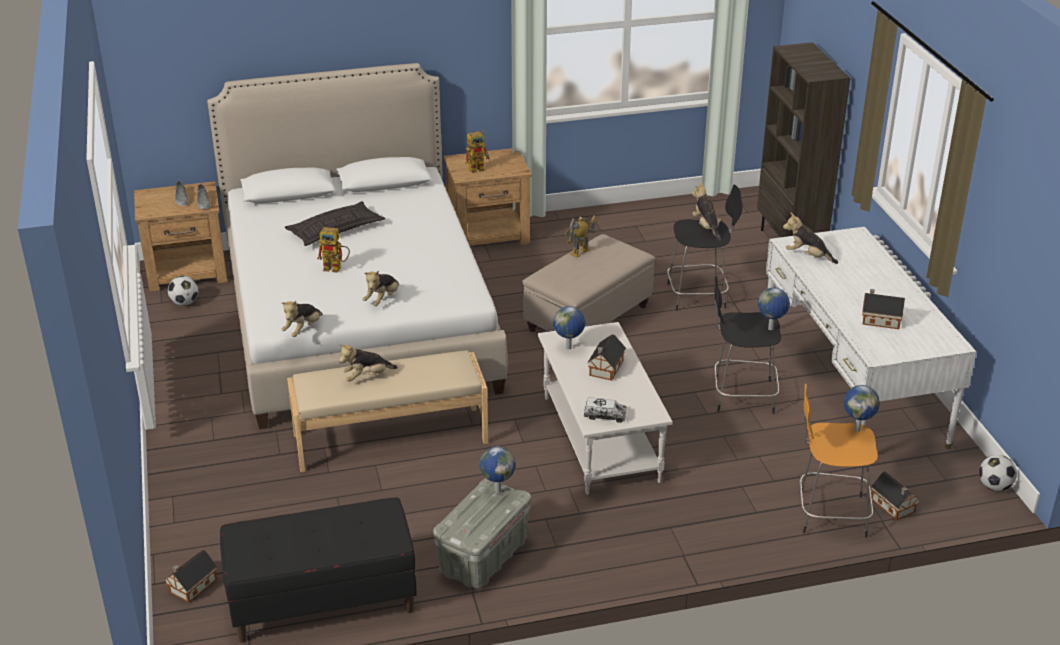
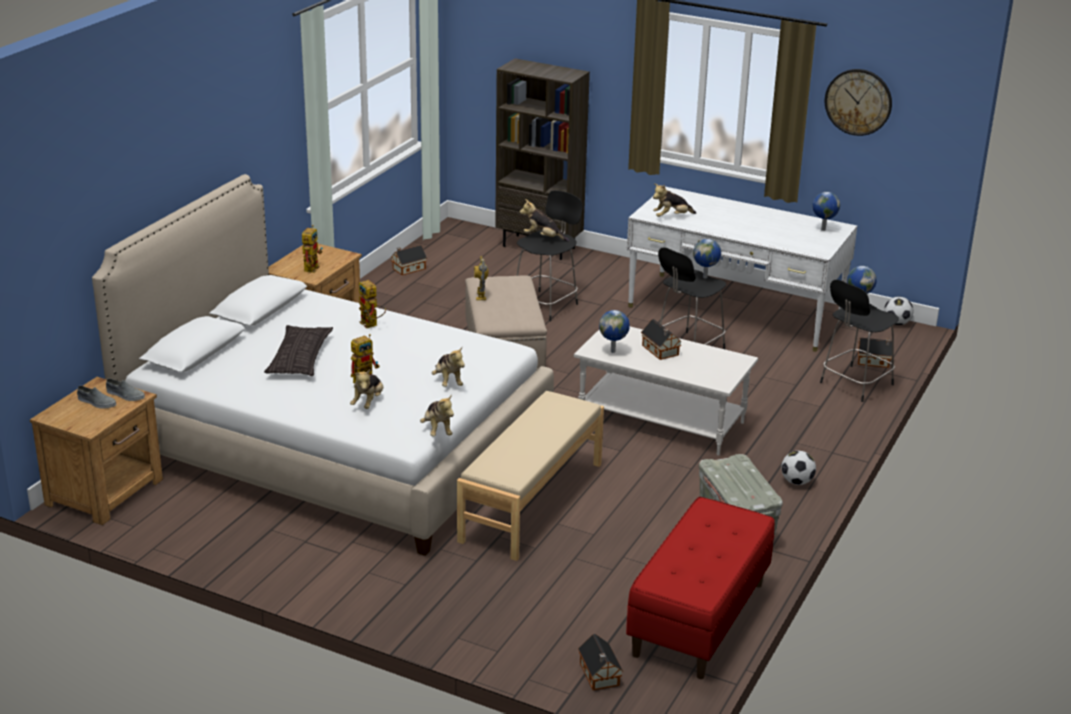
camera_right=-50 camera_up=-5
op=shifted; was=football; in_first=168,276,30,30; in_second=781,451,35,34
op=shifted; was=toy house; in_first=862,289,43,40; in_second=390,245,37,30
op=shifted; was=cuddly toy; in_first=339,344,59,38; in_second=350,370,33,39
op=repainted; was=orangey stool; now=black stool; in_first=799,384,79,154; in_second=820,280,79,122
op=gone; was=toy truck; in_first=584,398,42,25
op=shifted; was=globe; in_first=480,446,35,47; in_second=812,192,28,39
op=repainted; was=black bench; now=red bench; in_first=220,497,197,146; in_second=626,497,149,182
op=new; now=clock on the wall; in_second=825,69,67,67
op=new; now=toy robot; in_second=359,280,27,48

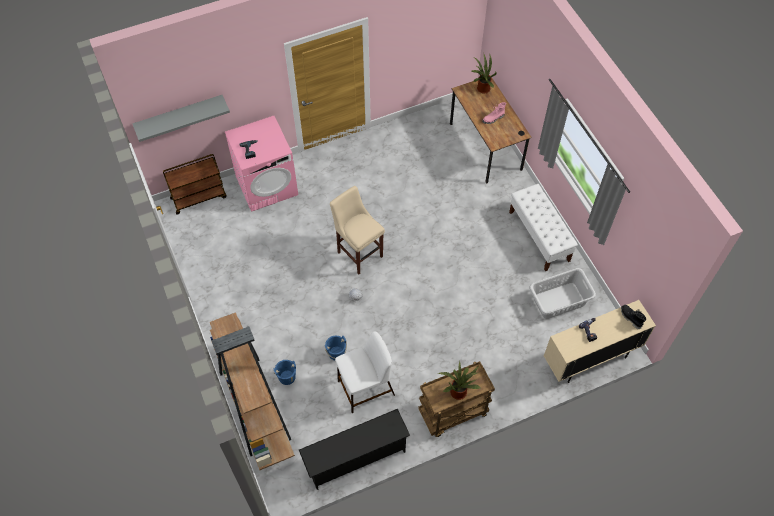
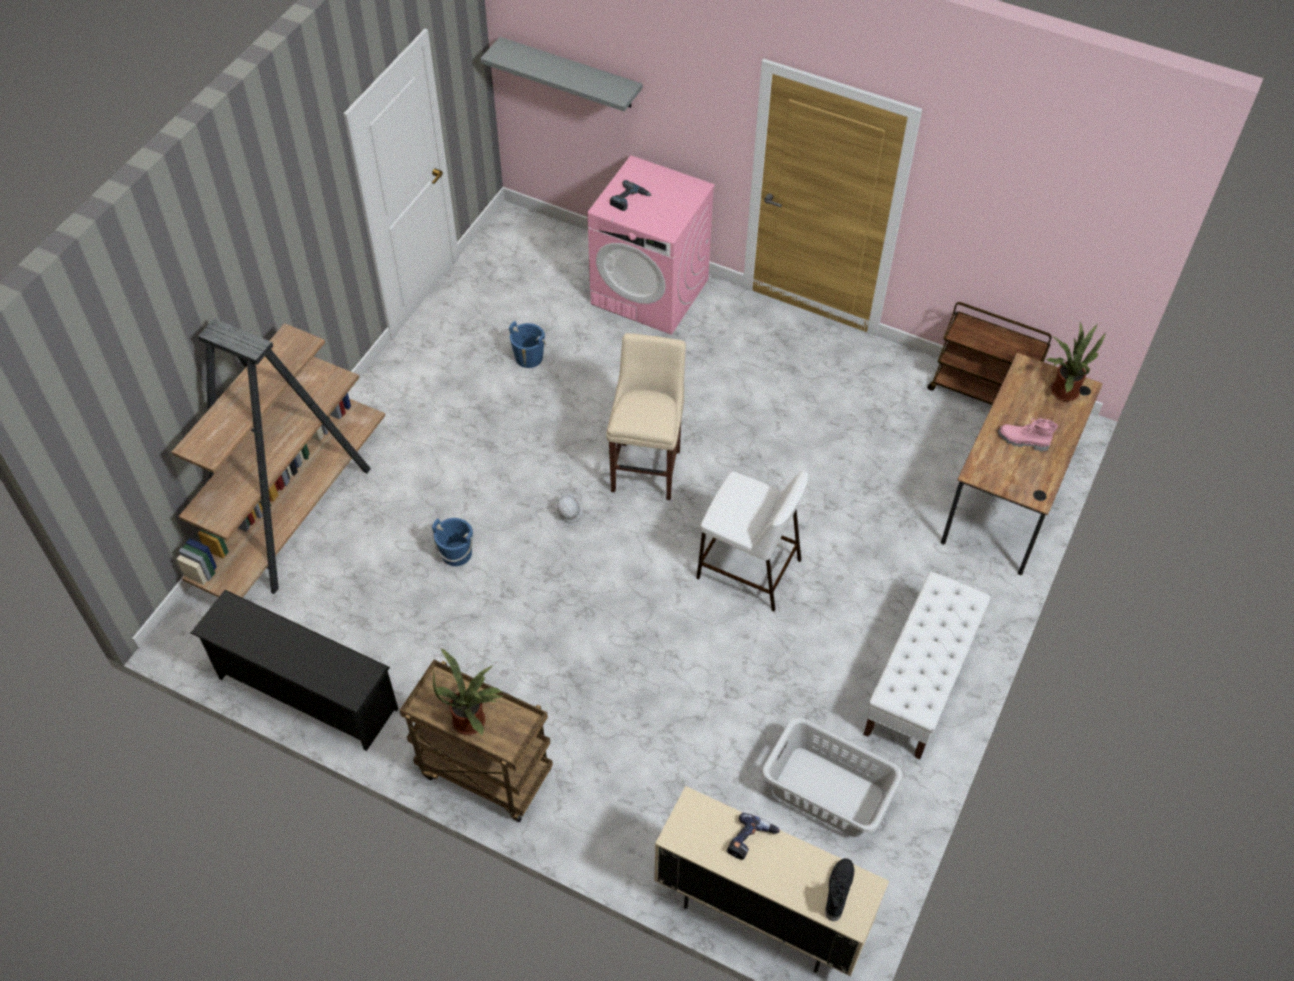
camera_right=50 camera_up=-5
op=shifted; was=brown-coloured cart; in_first=163,154,64,60; in_second=927,302,125,103
op=shifted; was=whitish stool; in_first=335,331,60,82; in_second=696,470,112,141
op=shifted; was=bluish water bucket; in_first=274,360,22,25; in_second=509,321,37,47

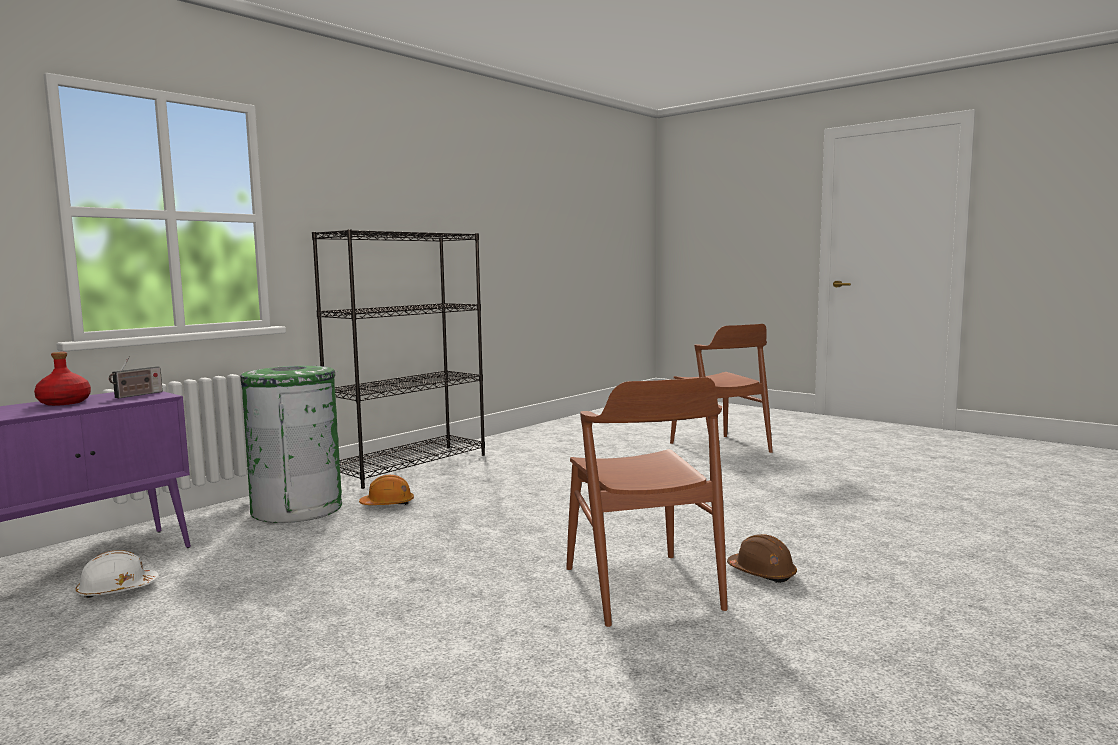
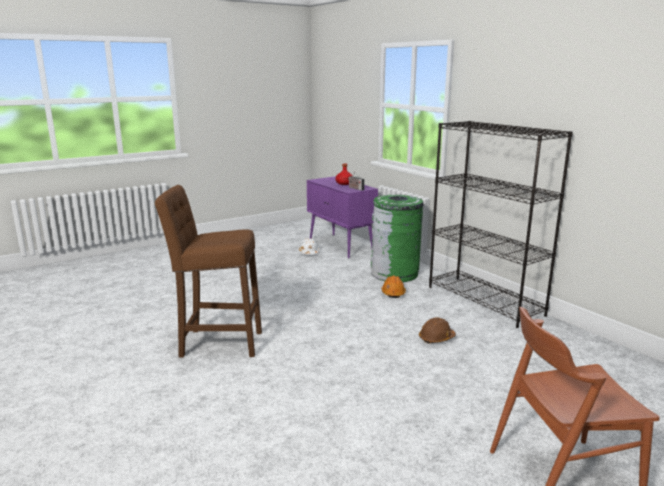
camera_right=105 camera_up=10
op=swapped; was=brown-coloured upright chair; now=brown-coloured stool; in_first=566,377,162,250; in_second=155,185,107,173
op=shifted; was=brown-coloured hard hat; in_first=727,534,70,49; in_second=419,317,37,27

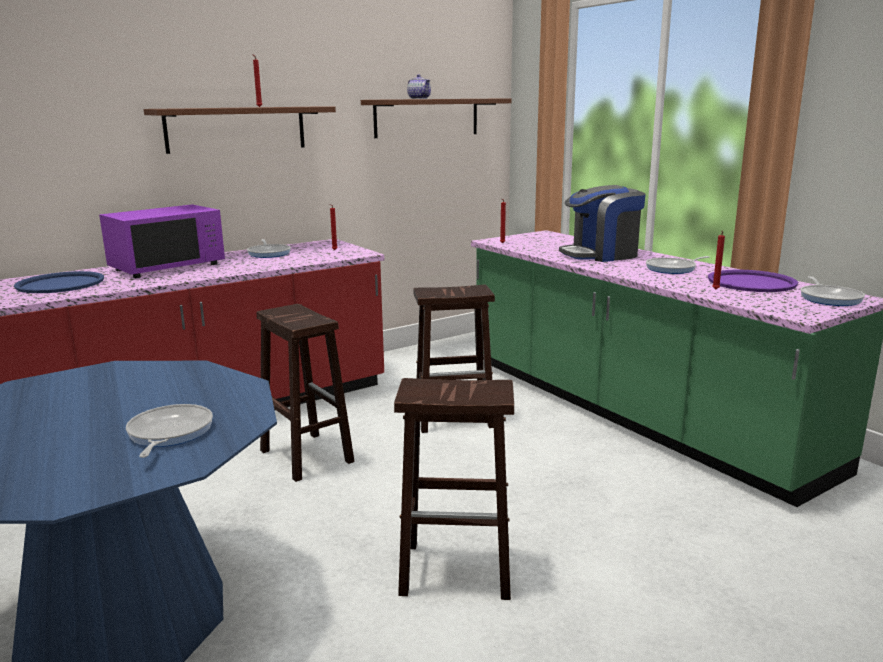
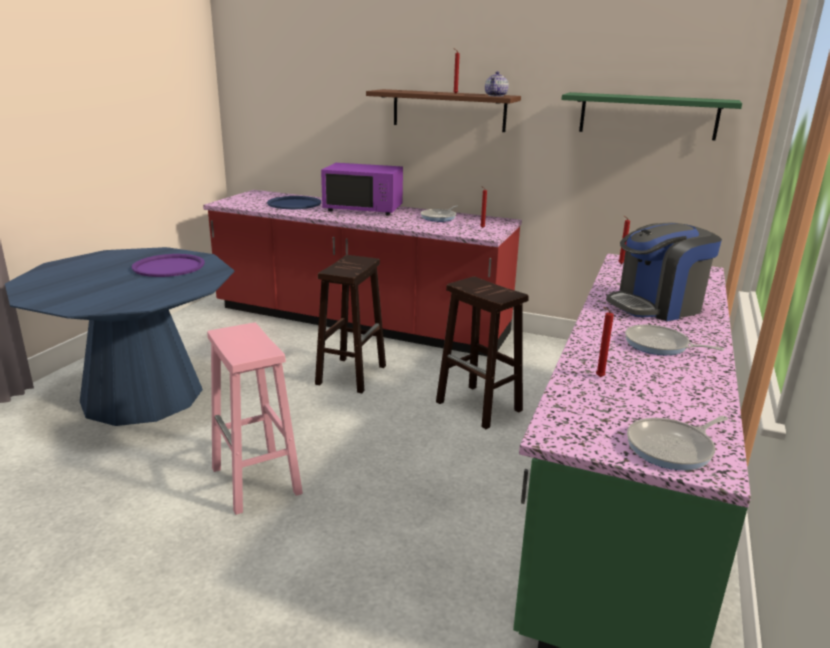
camera_right=55 camera_up=5
op=shifted; was=teapot; in_first=407,74,24,25; in_second=485,71,24,26
op=repainted; was=brown-coloured shelf; now=greenish shelf; in_first=361,98,151,40; in_second=561,92,181,48
op=rotated; was=coffee machine; in_first=559,185,87,77; in_second=606,223,116,98; clockwise=-60
op=shifted; was=purple-coloured carrying tray; in_first=708,270,90,22; in_second=132,254,73,23
op=repainted; was=brown-coloured stool; now=pinkish stool; in_first=394,378,120,222; in_second=207,323,96,192
op=gone; was=pan; in_first=126,404,87,54

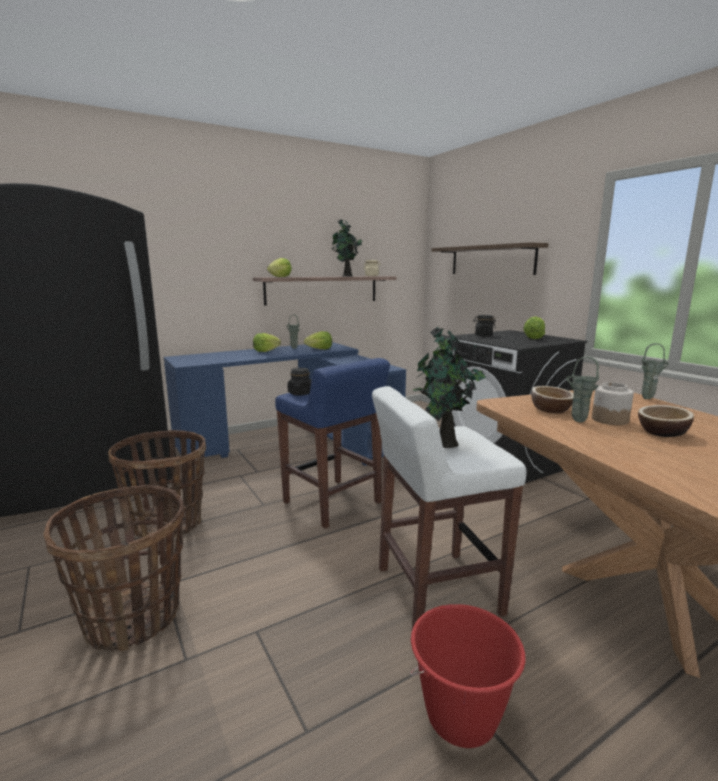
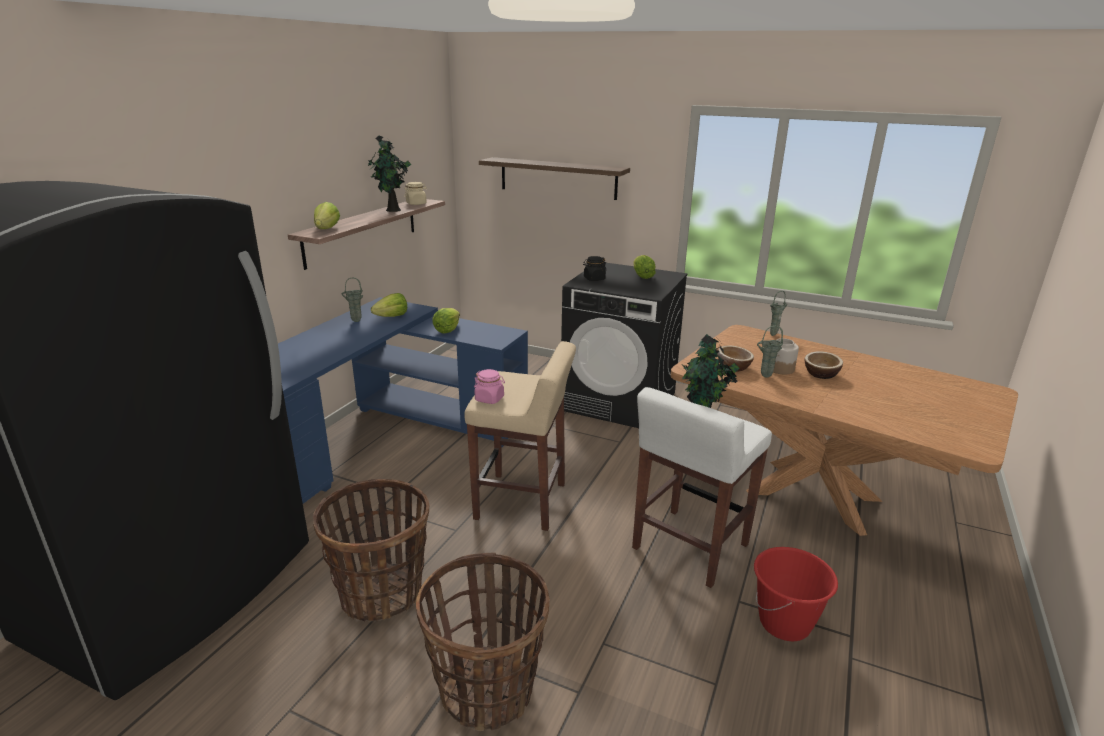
camera_right=-35 camera_up=10
op=shifted; was=lettuce head; in_first=253,333,28,19; in_second=432,308,28,25
op=repainted; was=bluish stool; now=sand-coloured stool; in_first=275,358,115,171; in_second=465,341,111,190
op=repainted; was=black storage jar; now=pinkish storage jar; in_first=288,368,24,27; in_second=474,369,31,35

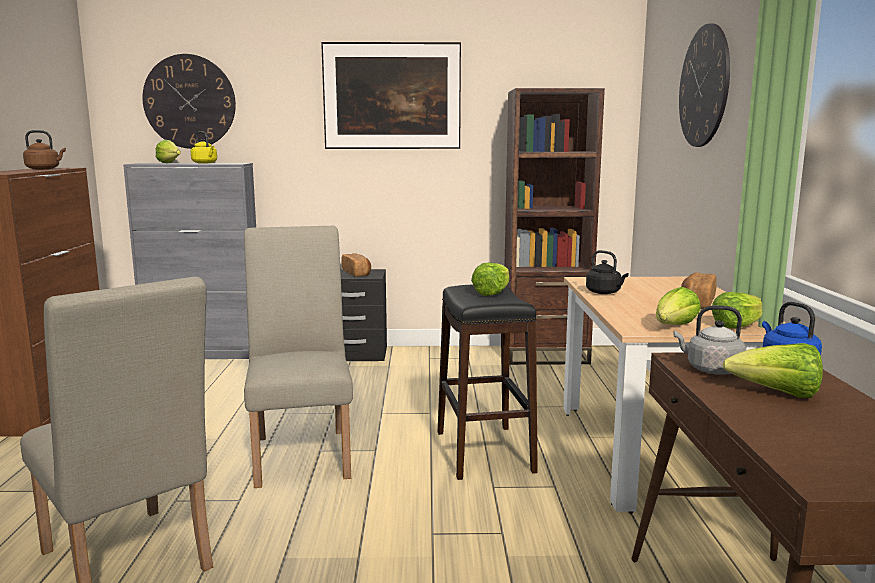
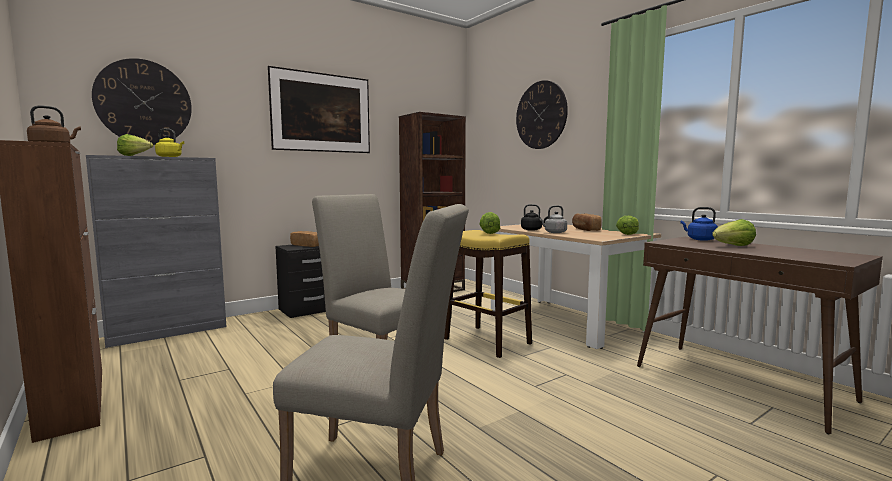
camera_right=-35 camera_up=-5
op=repainted; was=black stool; now=yellow-coloured stool; in_first=438,284,100,196; in_second=444,230,88,128
op=gone; was=lettuce head; in_first=656,287,45,38
op=shifted; was=greyish tea kettle; in_first=673,305,73,70; in_second=540,205,27,28

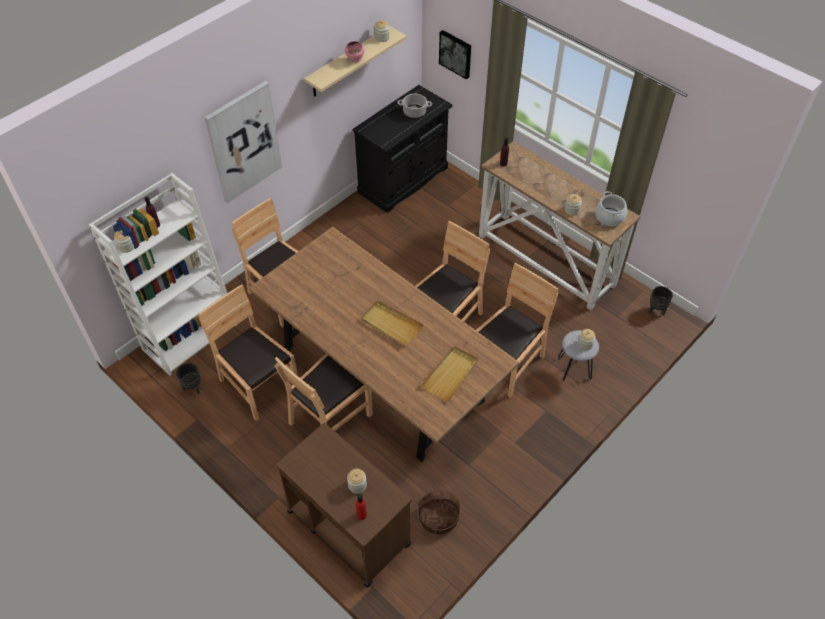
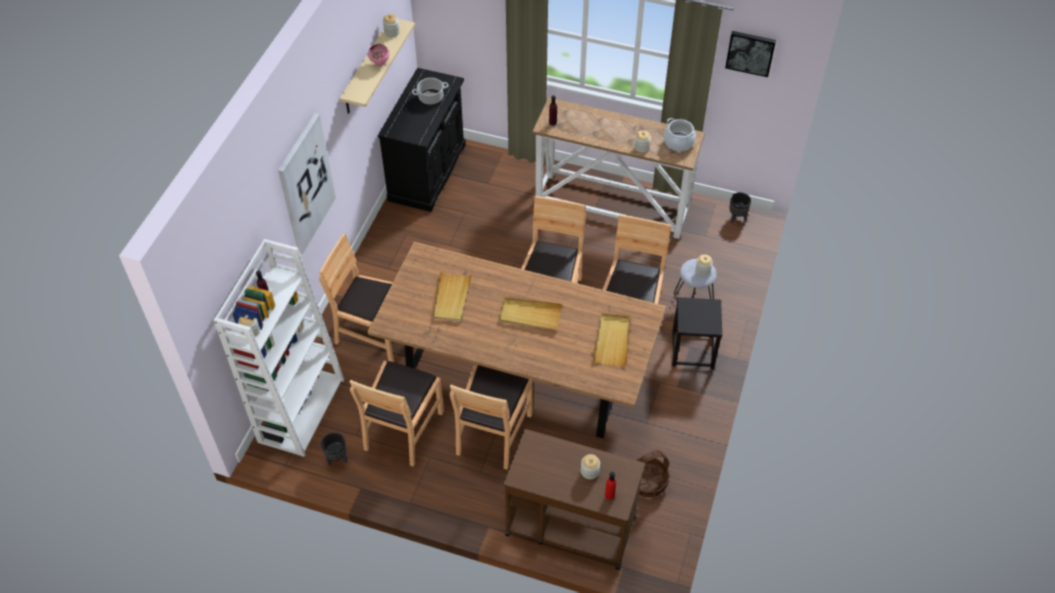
camera_right=-25 camera_up=0
op=shifted; was=picture; in_first=439,30,32,49; in_second=725,31,51,46
op=rotated; was=brown-coloured upright chair; in_first=199,284,99,137; in_second=349,361,95,106; clockwise=-90
op=new; now=sand-coloured carrying tray; in_second=433,271,39,50
op=new; now=black stool; in_second=672,297,50,72

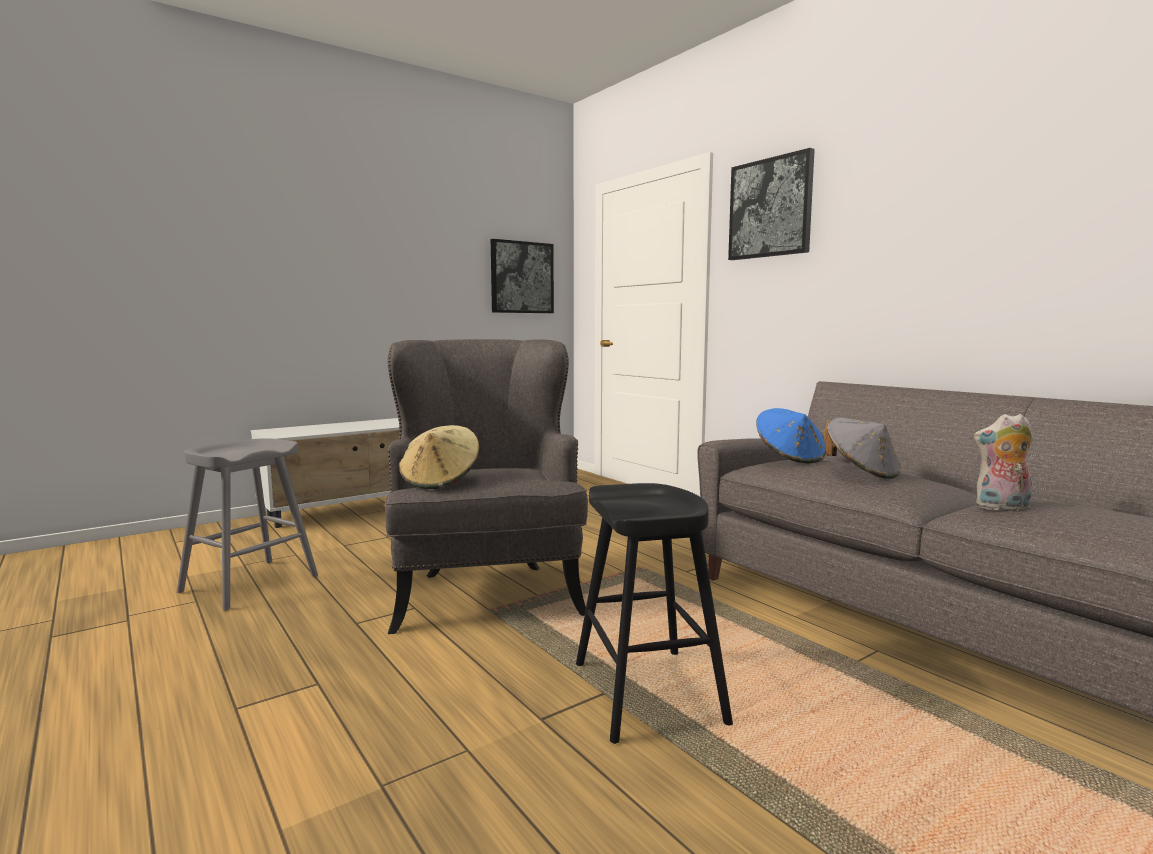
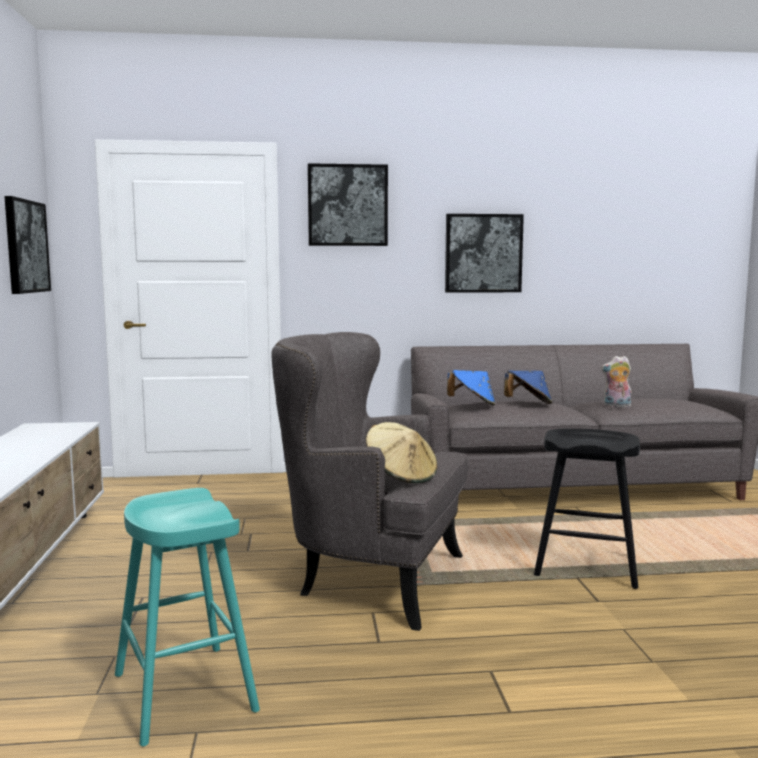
camera_right=-60 camera_up=0
op=rotated; was=cuddly toy; in_first=974,414,59,97; in_second=601,356,31,52; clockwise=60
op=repainted; was=greyish wearable hat; now=bluish wearable hat; in_first=824,418,77,61; in_second=504,370,48,34
op=repainted; was=greyish stool; now=turquoise-coloured stool; in_first=177,438,141,173; in_second=115,488,145,258
op=new; now=picture; in_second=445,214,79,79

